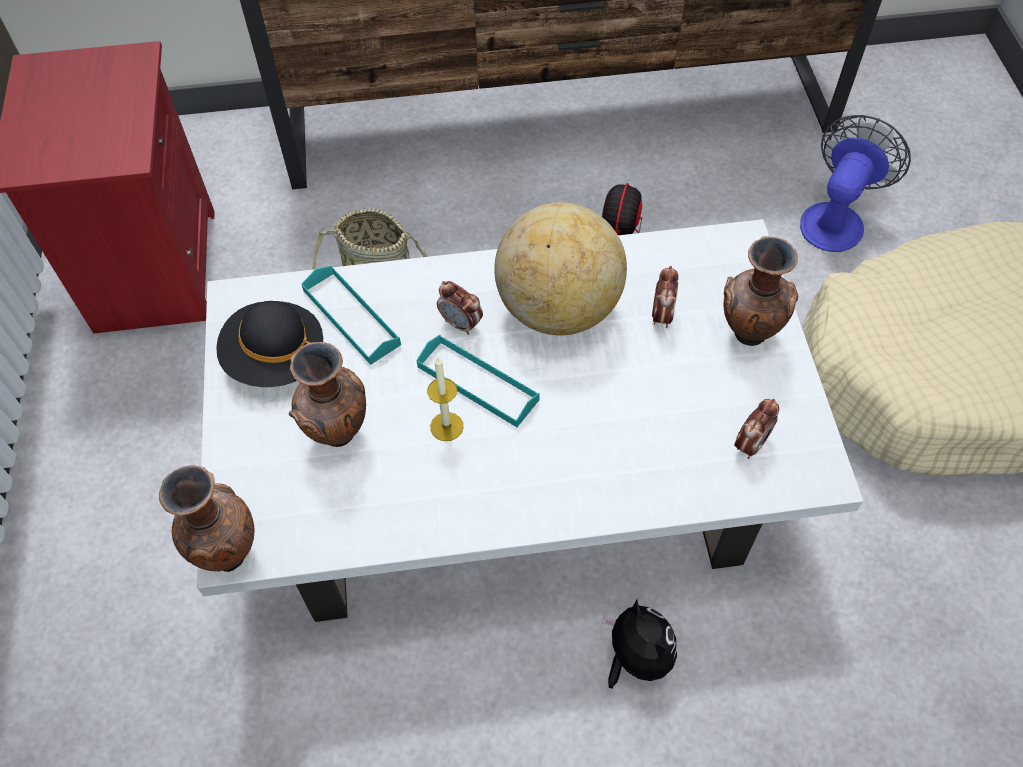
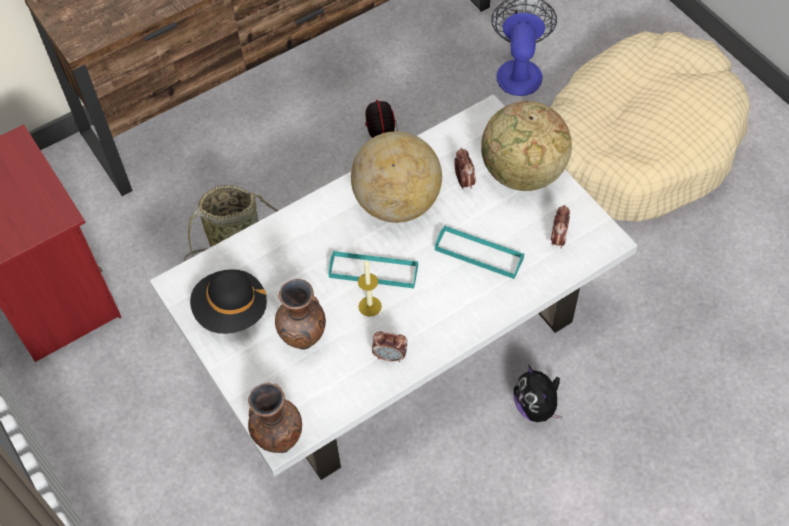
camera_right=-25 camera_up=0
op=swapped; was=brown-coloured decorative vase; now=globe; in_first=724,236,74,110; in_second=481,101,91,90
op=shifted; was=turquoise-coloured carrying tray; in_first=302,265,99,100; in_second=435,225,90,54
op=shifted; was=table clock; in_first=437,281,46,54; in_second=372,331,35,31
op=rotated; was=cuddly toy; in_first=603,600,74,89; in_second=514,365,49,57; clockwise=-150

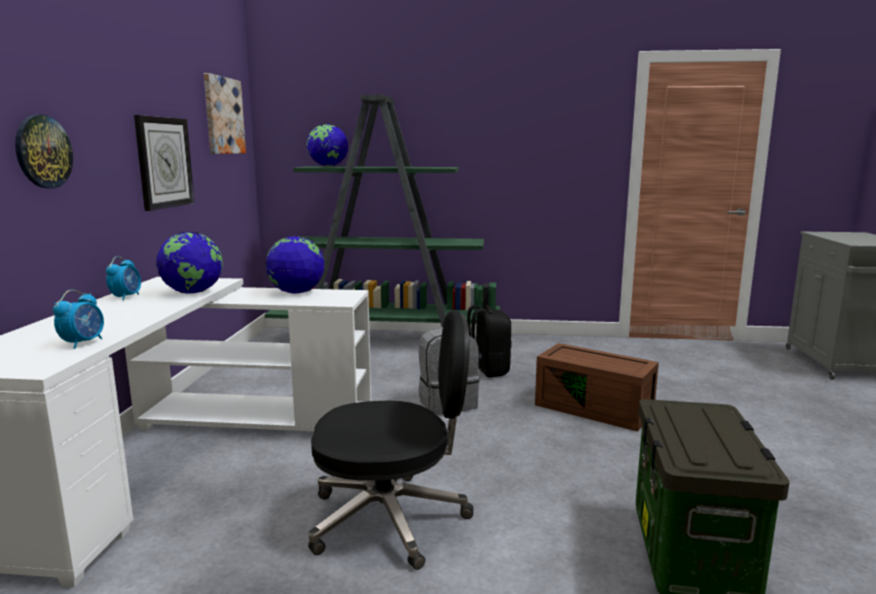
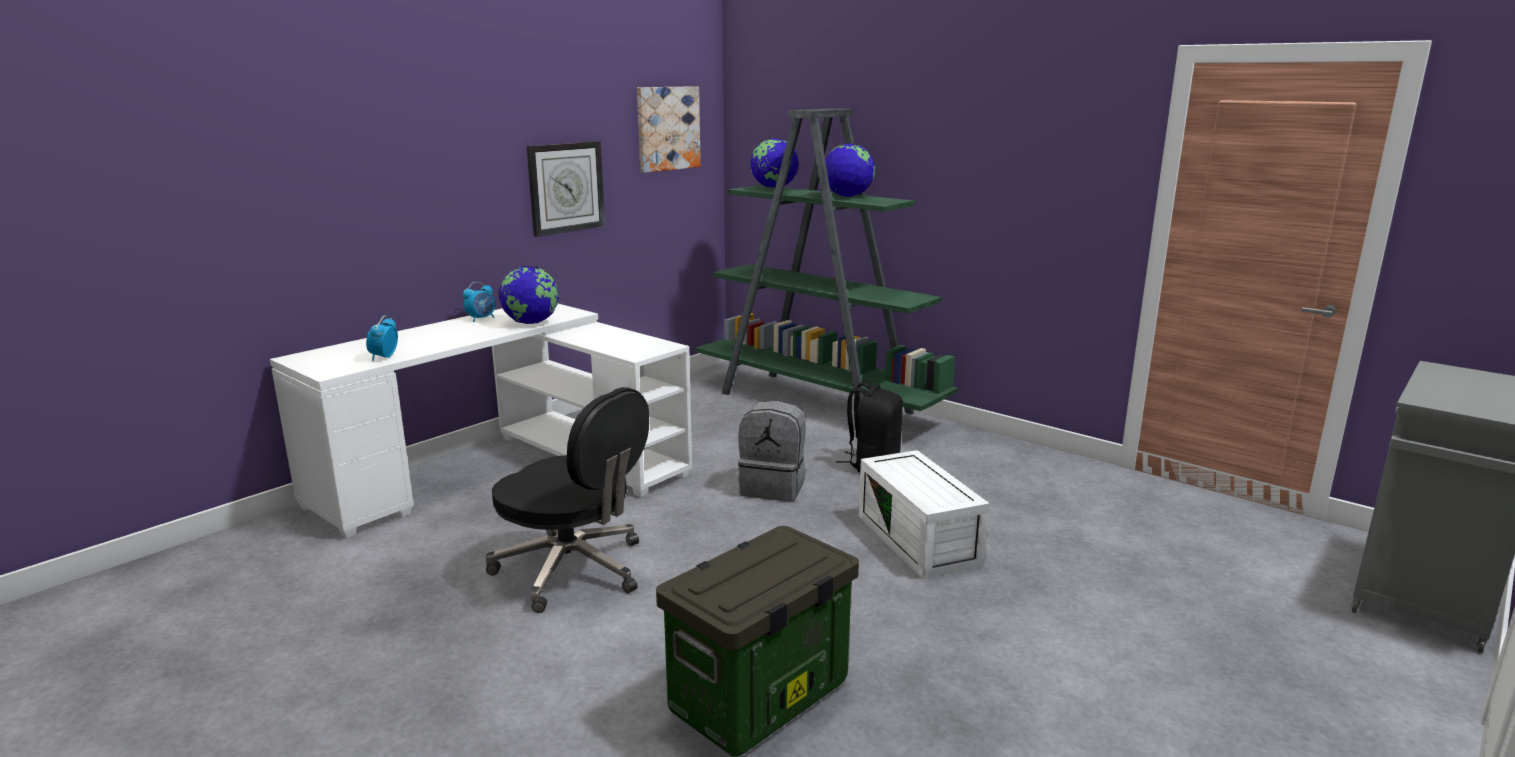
camera_right=35 camera_up=5
op=gone; was=clock on the wall; in_first=15,115,58,73
op=shifted; was=globe; in_first=265,236,59,57; in_second=825,143,50,54
op=rotated; was=table clock; in_first=53,290,51,59; in_second=366,316,32,45; clockwise=135
op=repainted; was=brown-coloured storage container; now=whitish storage container; in_first=535,343,124,88; in_second=858,450,132,129

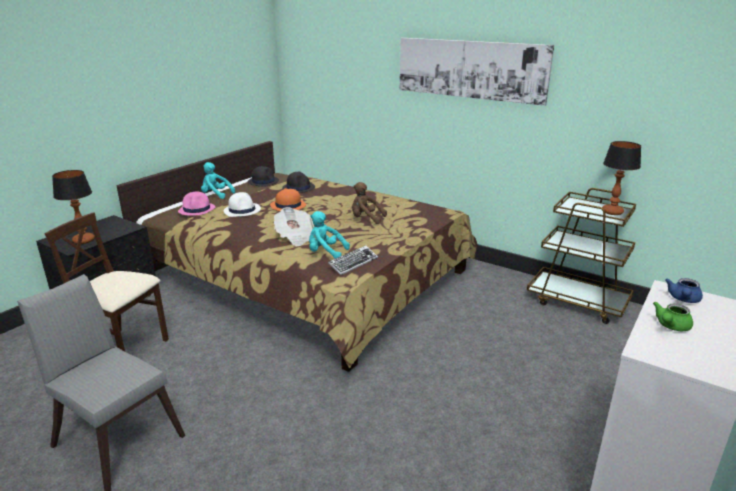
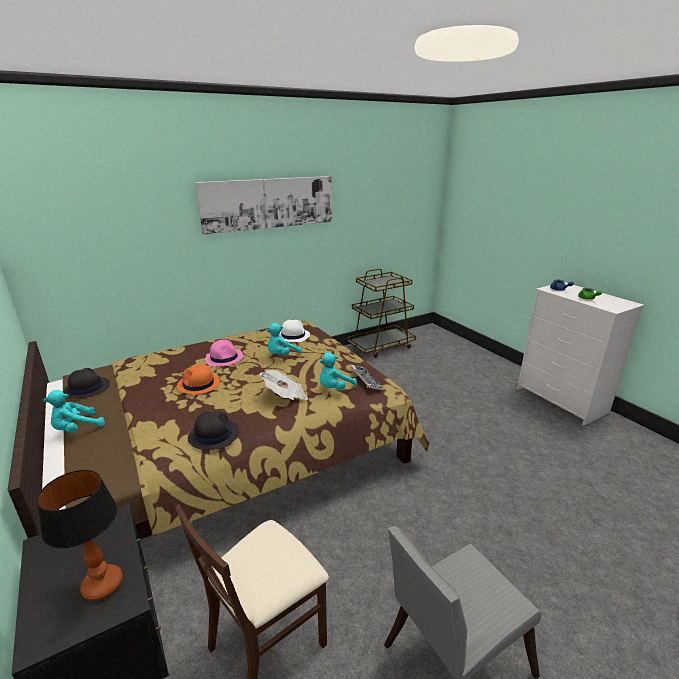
camera_right=-65 camera_up=0
op=gone; was=lamp for a table; in_first=602,141,39,74
op=shifted; was=black wearable hat; in_first=282,172,33,21; in_second=188,411,52,39
op=repainted; was=brown-coloured cuddly toy; now=turquoise-coloured cuddly toy; in_first=352,182,35,42; in_second=267,323,35,33
op=shifted; was=pinkish wearable hat; in_first=178,191,37,25; in_second=205,339,38,27
op=shifted; was=whitish wearable hat; in_first=224,192,37,25; in_second=279,320,31,22

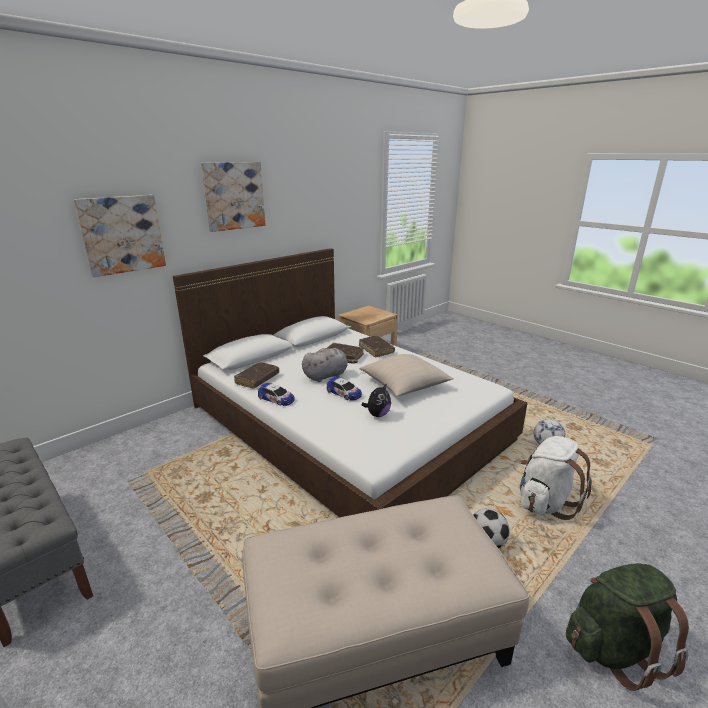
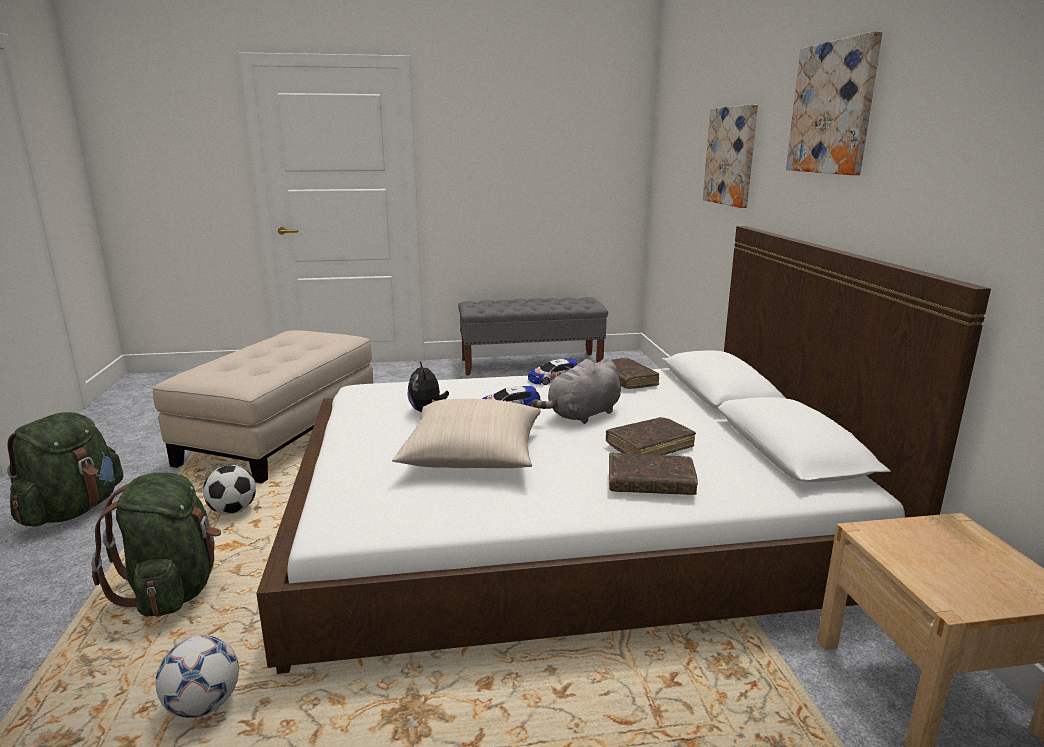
camera_right=125 camera_up=-5
op=rotated; was=greyish cuddly toy; in_first=302,348,56,34; in_second=532,358,89,66; clockwise=45
op=repainted; was=whitish knapsack; now=greenish knapsack; in_first=520,436,72,84; in_second=91,473,130,144

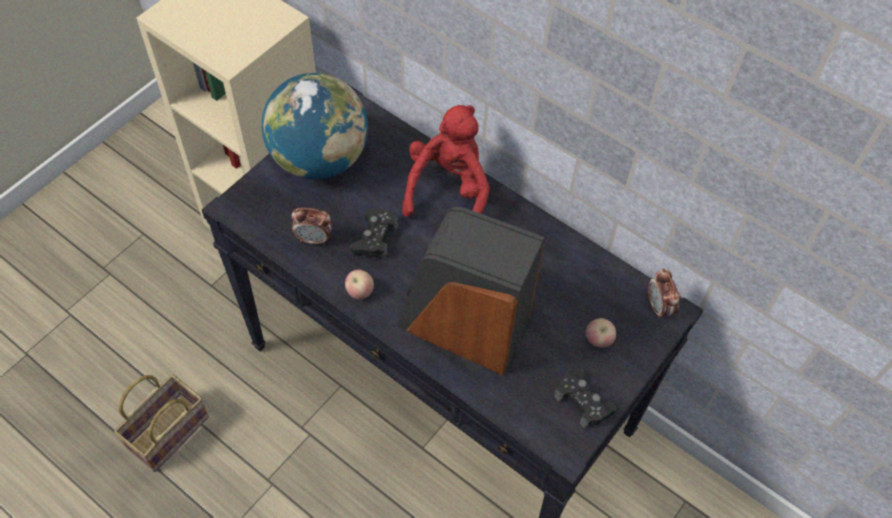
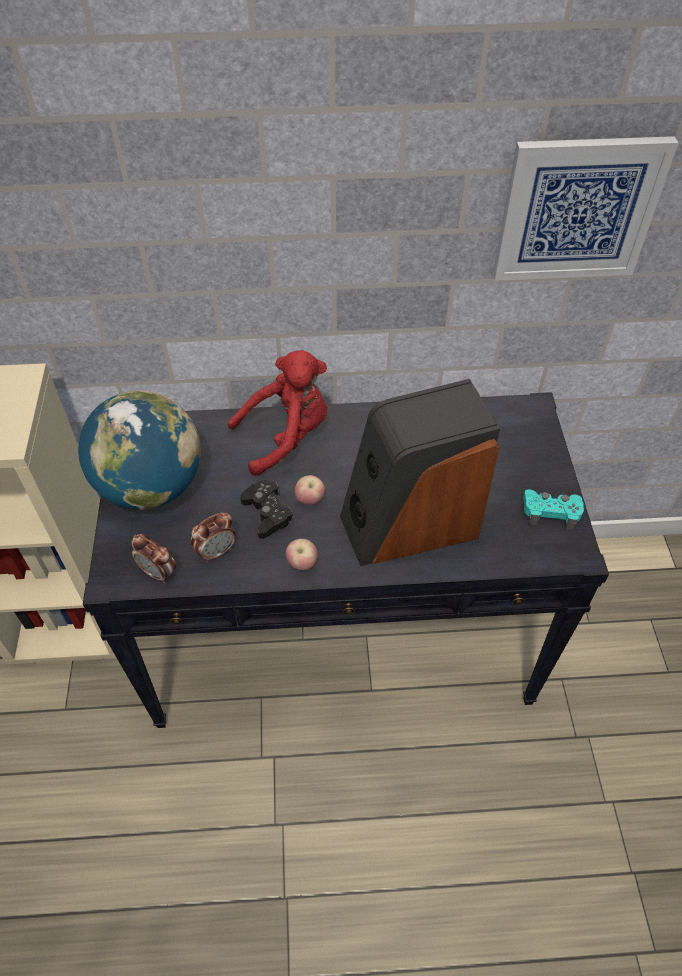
camera_right=-40 camera_up=-5
op=rotated; was=red cuddly toy; in_first=402,105,88,112; in_second=228,350,99,126; clockwise=90
op=shifted; was=table clock; in_first=648,268,33,51; in_second=131,534,45,49
op=shifted; was=whole apple; in_first=585,318,31,29; in_second=294,475,31,30
op=repainted; was=black joypad; now=turquoise-coloured joypad; in_first=554,368,63,61; in_second=523,489,61,41
op=gone; was=household basket; in_first=114,375,95,97
op=new; now=picture; in_second=493,136,185,145

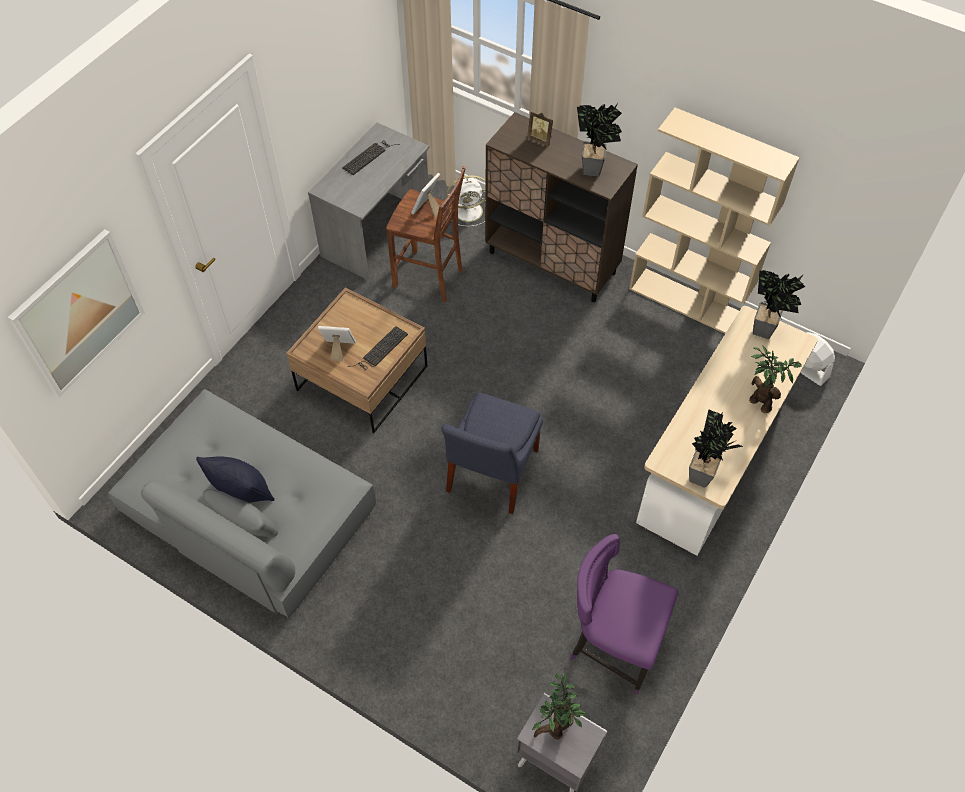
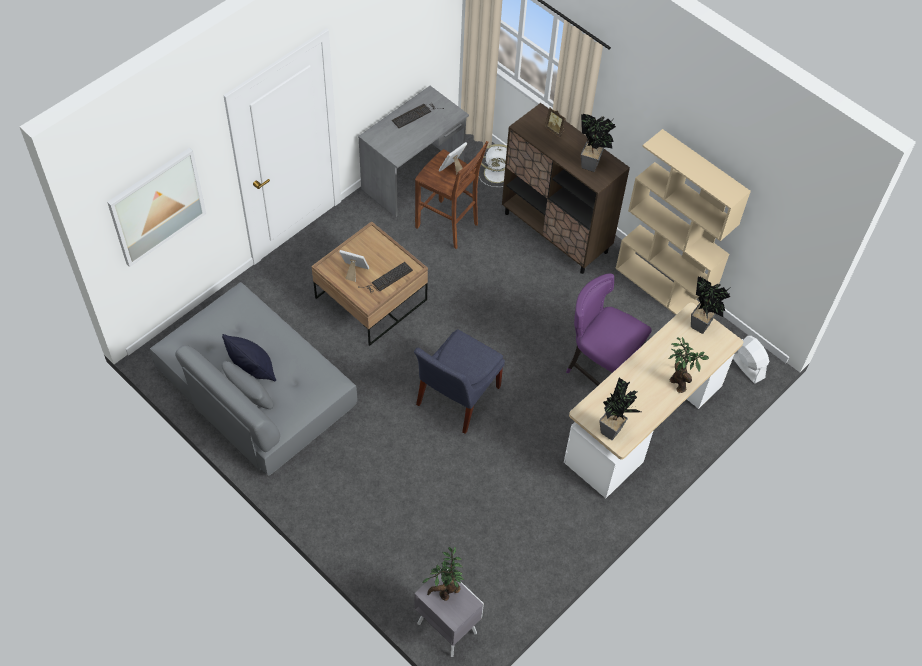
camera_right=10 camera_up=0
op=shifted; was=purple-coloured upright chair; in_first=570,534,109,161; in_second=566,273,86,113

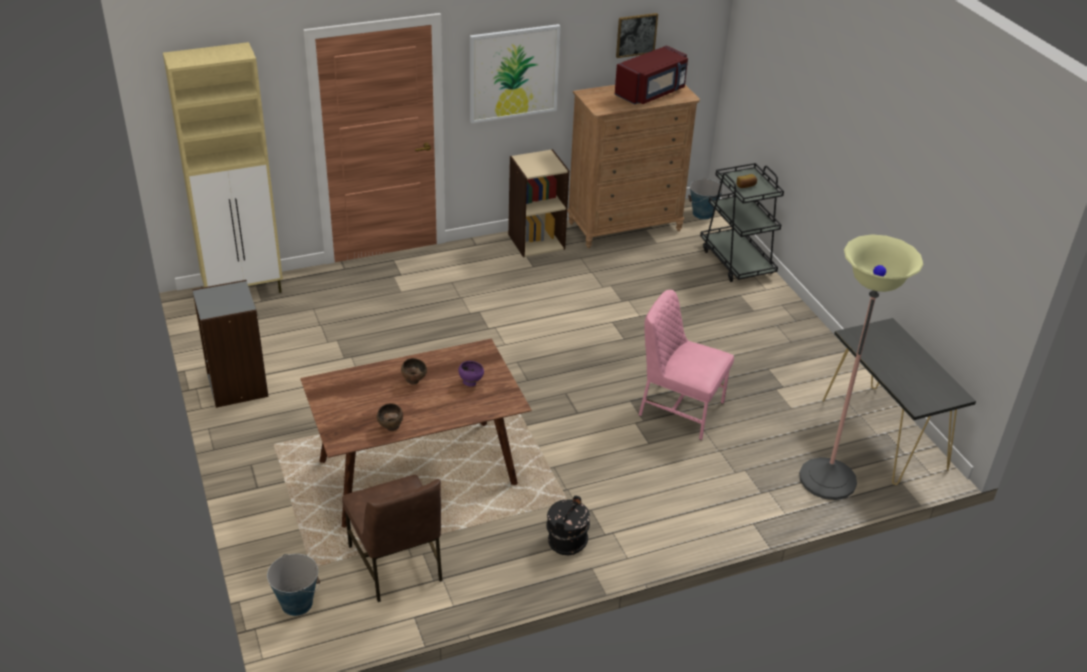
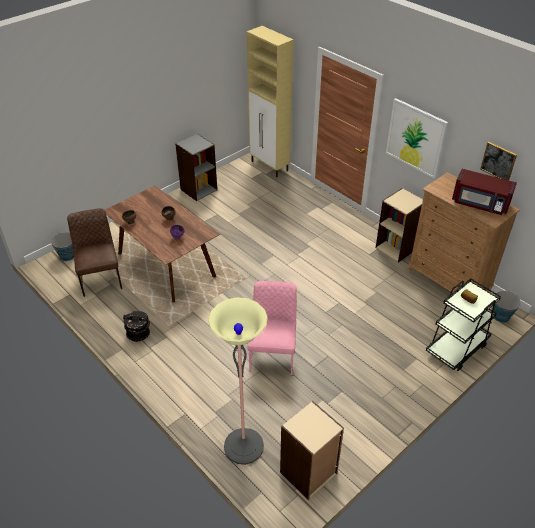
camera_right=70 camera_up=5
op=swapped; was=black narrow table; now=sand-coloured shelving unit; in_first=823,318,153,167; in_second=280,401,64,99
op=rotated; was=brown-coloured upright chair; in_first=342,475,100,127; in_second=67,208,55,89; clockwise=120

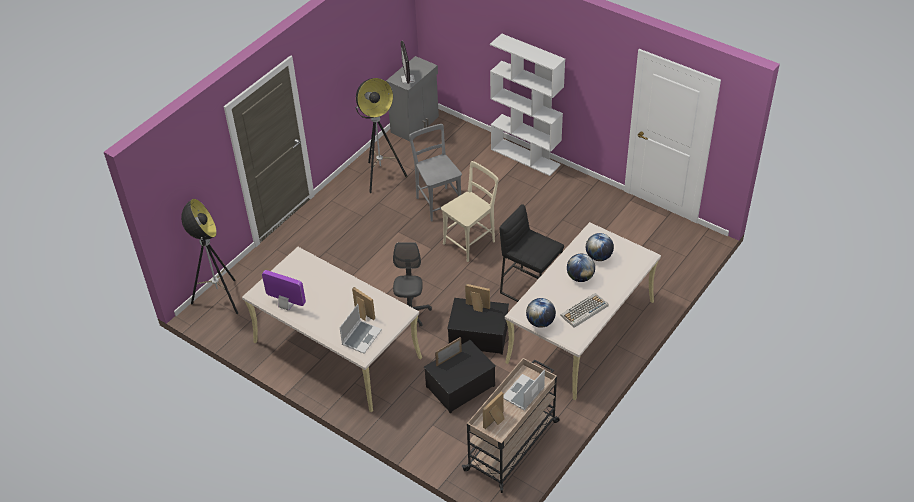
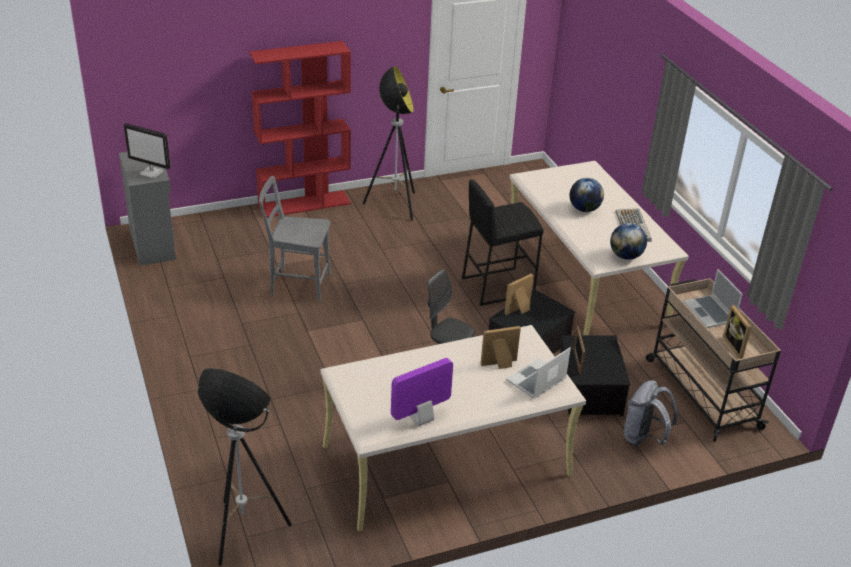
camera_right=-60 camera_up=-10
op=repainted; was=whitish shelving unit; now=red shelving unit; in_first=490,34,75,142; in_second=249,41,102,177
op=shifted; was=floor lamp; in_first=356,78,52,115; in_second=363,66,52,155
op=gone; was=sand-coloured upright chair; in_first=441,161,57,101
op=gone; was=globe; in_first=586,233,28,28
op=rotated; was=laptop; in_first=339,304,43,50; in_second=506,347,65,52; clockwise=-105
op=new; now=greyish knapsack; in_second=624,380,53,66

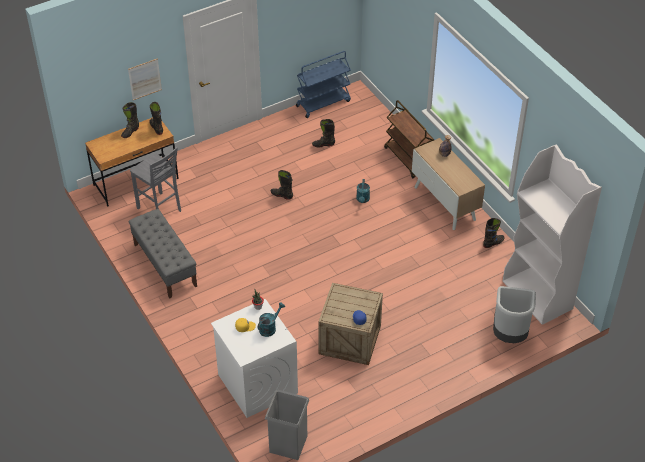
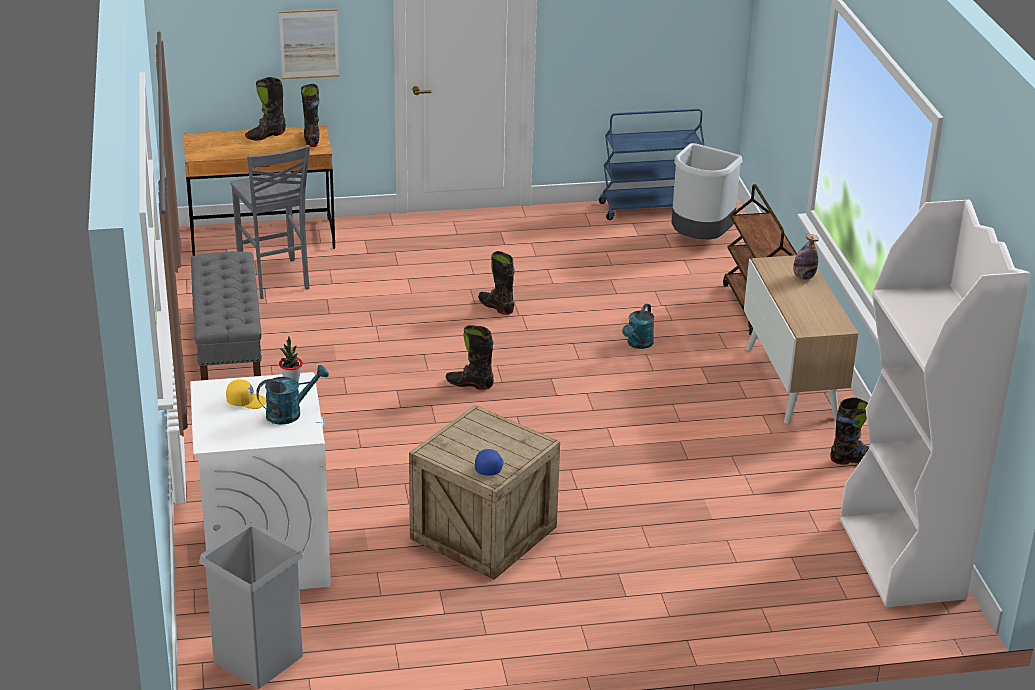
camera_right=20 camera_up=-15
op=shifted; was=black boot; in_first=312,119,23,28; in_second=446,325,48,65
op=shifted; was=greyish trash can; in_first=493,286,43,57; in_second=671,143,72,96

